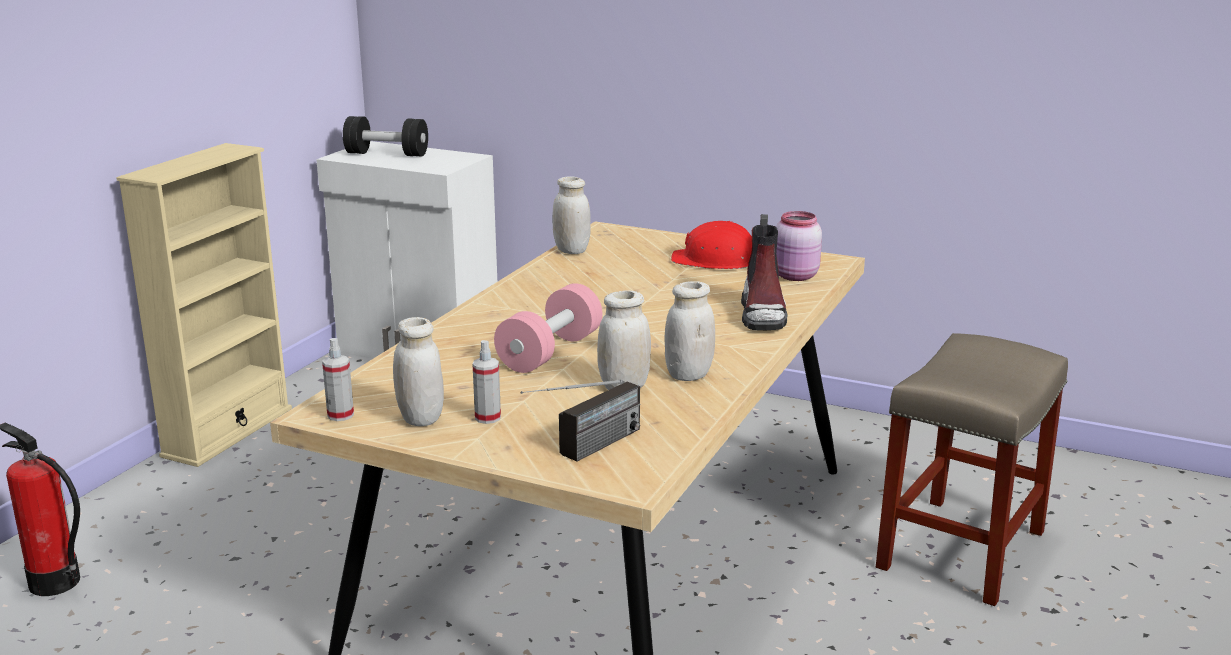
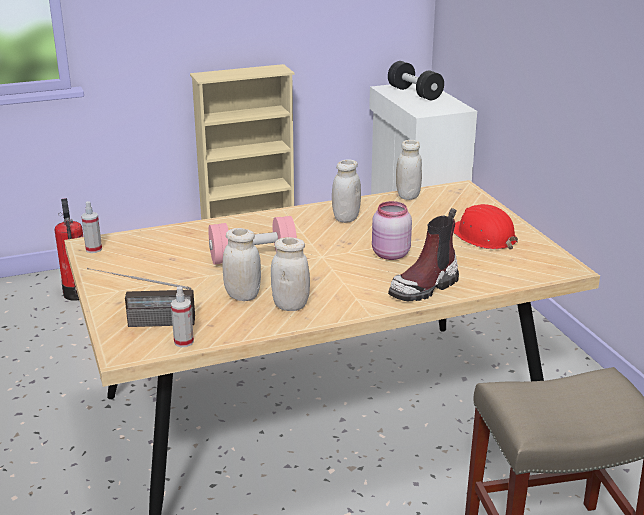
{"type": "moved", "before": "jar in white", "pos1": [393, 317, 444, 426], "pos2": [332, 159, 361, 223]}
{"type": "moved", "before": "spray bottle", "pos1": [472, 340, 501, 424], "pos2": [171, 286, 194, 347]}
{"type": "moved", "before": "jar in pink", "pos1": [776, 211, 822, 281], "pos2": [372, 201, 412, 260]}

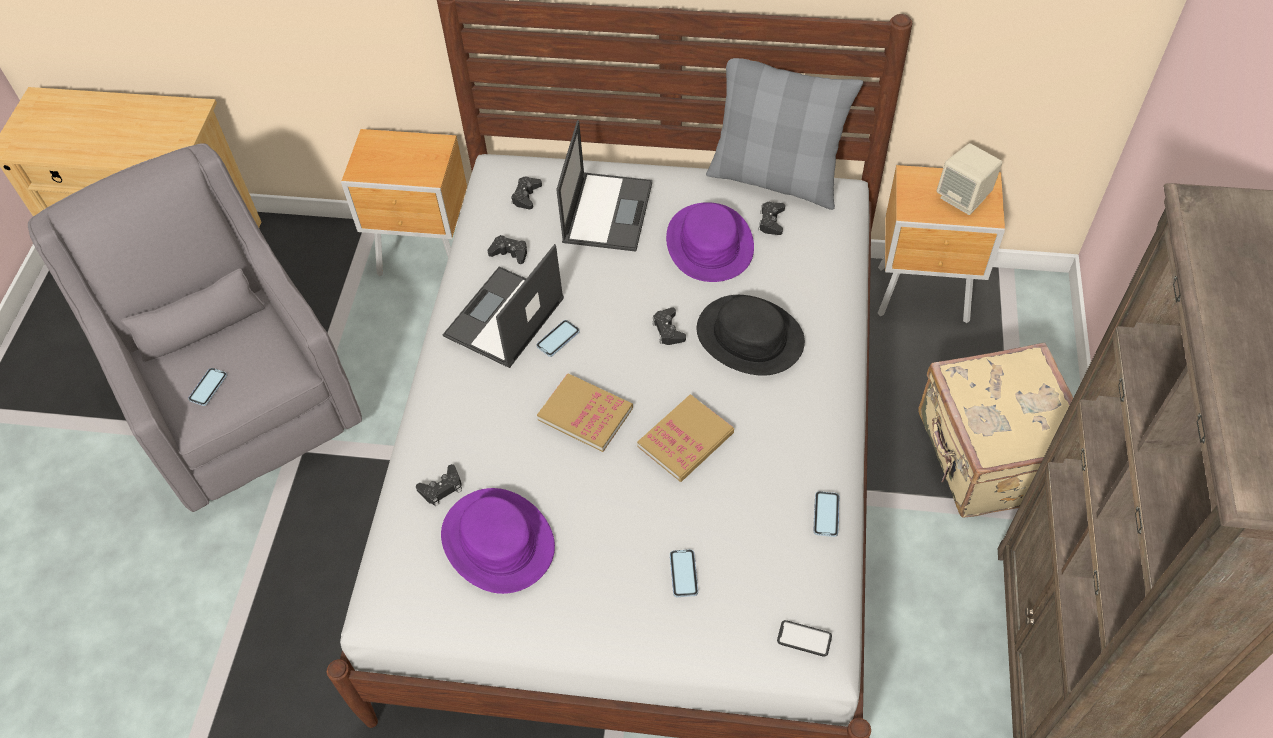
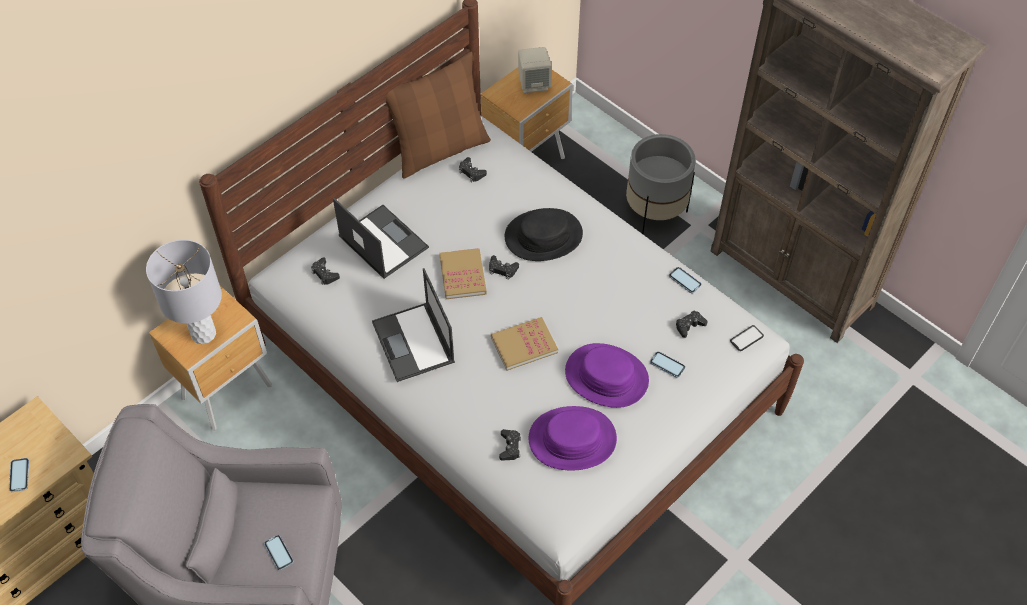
{"type": "moved", "before": "game controller in black", "pos1": [487, 235, 527, 264], "pos2": [676, 311, 708, 338]}
{"type": "moved", "before": "phone", "pos1": [536, 320, 580, 357], "pos2": [9, 458, 29, 492]}
{"type": "moved", "before": "book", "pos1": [637, 394, 734, 482], "pos2": [440, 248, 487, 299]}
{"type": "moved", "before": "hat in purple", "pos1": [666, 202, 754, 282], "pos2": [565, 343, 649, 408]}
{"type": "recoloured", "before": "pillow in grey", "after": "pillow in brown", "pos1": [706, 58, 863, 210], "pos2": [386, 51, 491, 178]}
{"type": "replaced", "before": "suitcase in beige", "after": "planter in grey", "pos1": [918, 342, 1073, 518], "pos2": [626, 134, 696, 235]}
{"type": "added", "after": "table lamp in grey", "pos2": [146, 240, 222, 344]}

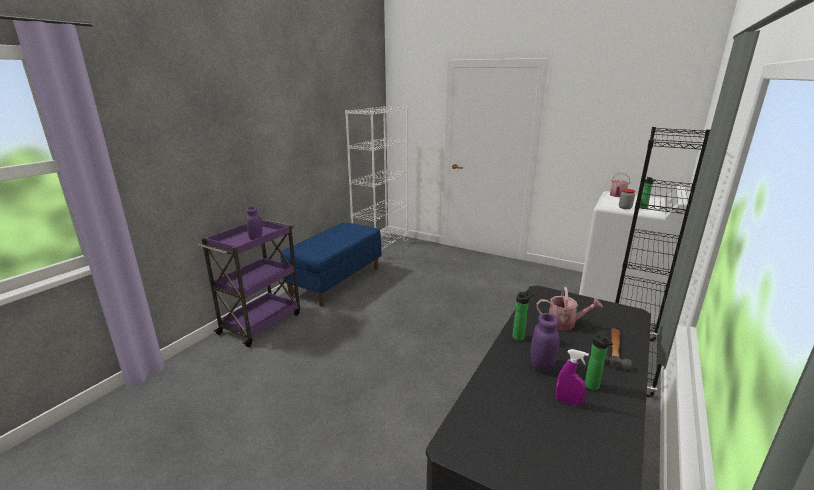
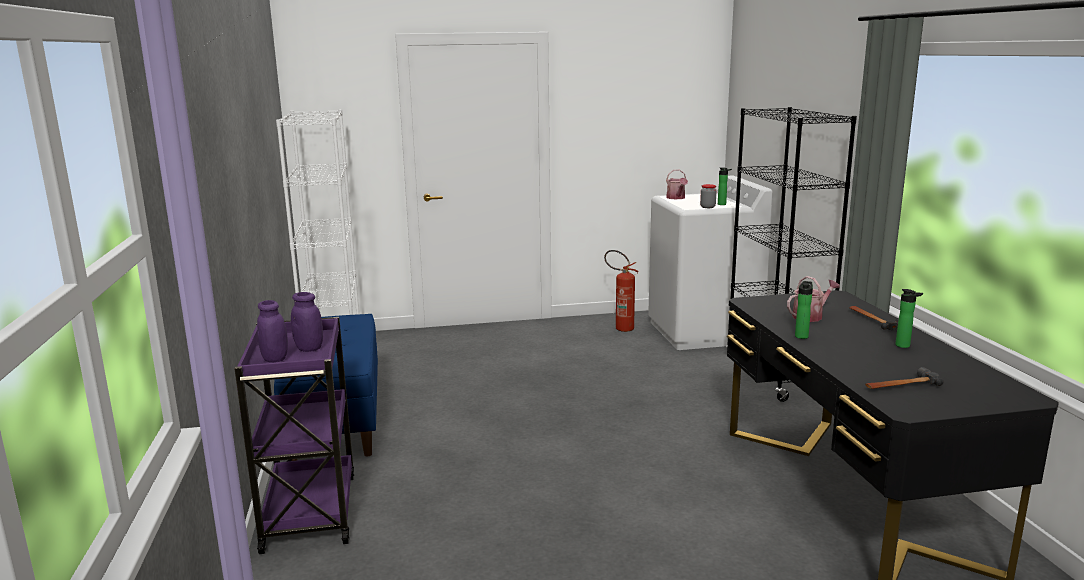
{"type": "moved", "before": "jar in purple", "pos1": [530, 313, 559, 372], "pos2": [257, 300, 288, 362]}
{"type": "removed", "before": "spray bottle in purple", "pos1": [556, 349, 589, 406]}
{"type": "added", "after": "fire extinguisher", "pos2": [604, 250, 639, 332]}
{"type": "added", "after": "hammer", "pos2": [865, 367, 944, 389]}

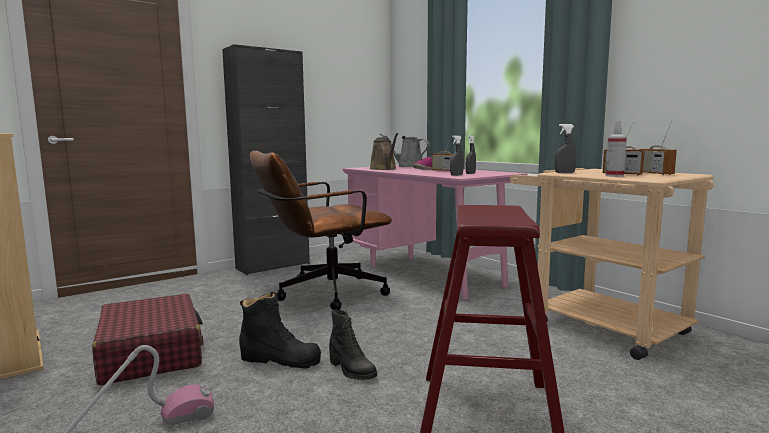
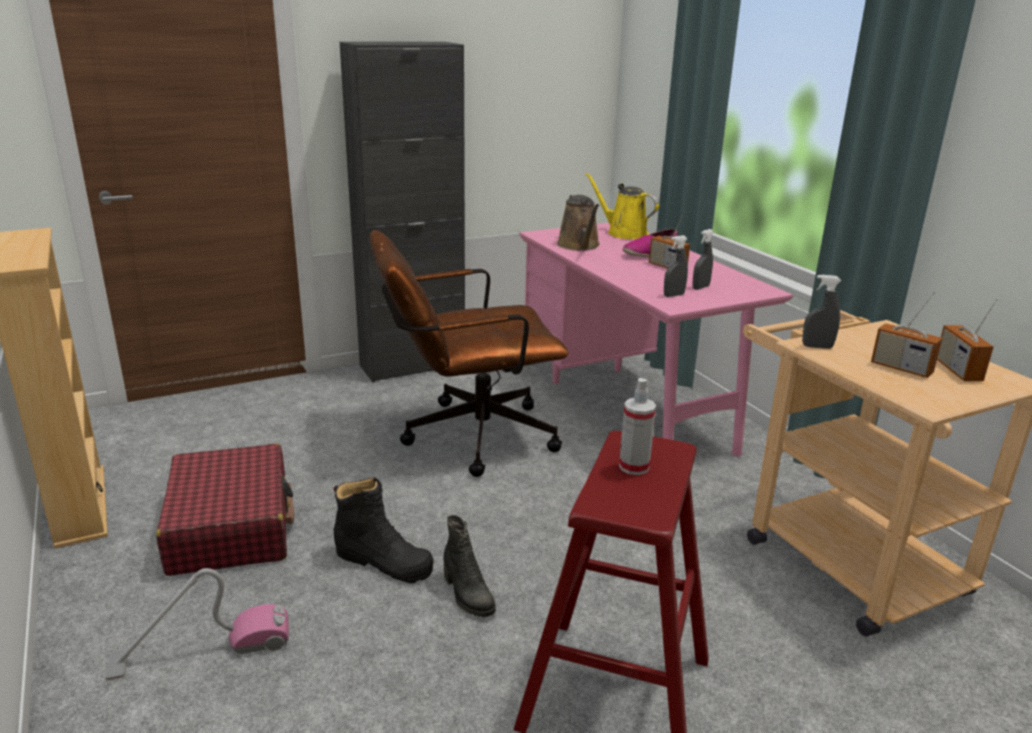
{"type": "recoloured", "before": "watering can in grey", "after": "watering can in yellow", "pos1": [379, 133, 429, 167], "pos2": [585, 173, 659, 239]}
{"type": "moved", "before": "spray bottle", "pos1": [606, 121, 627, 177], "pos2": [619, 378, 656, 475]}

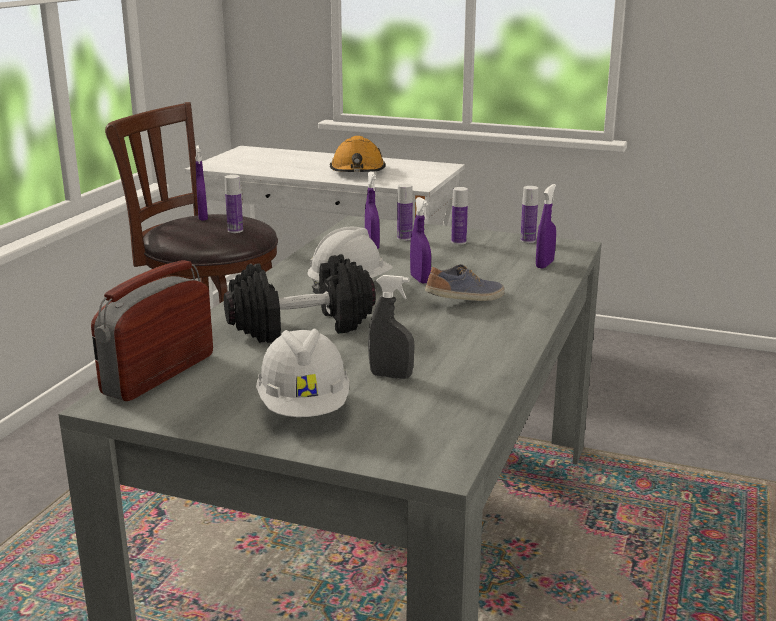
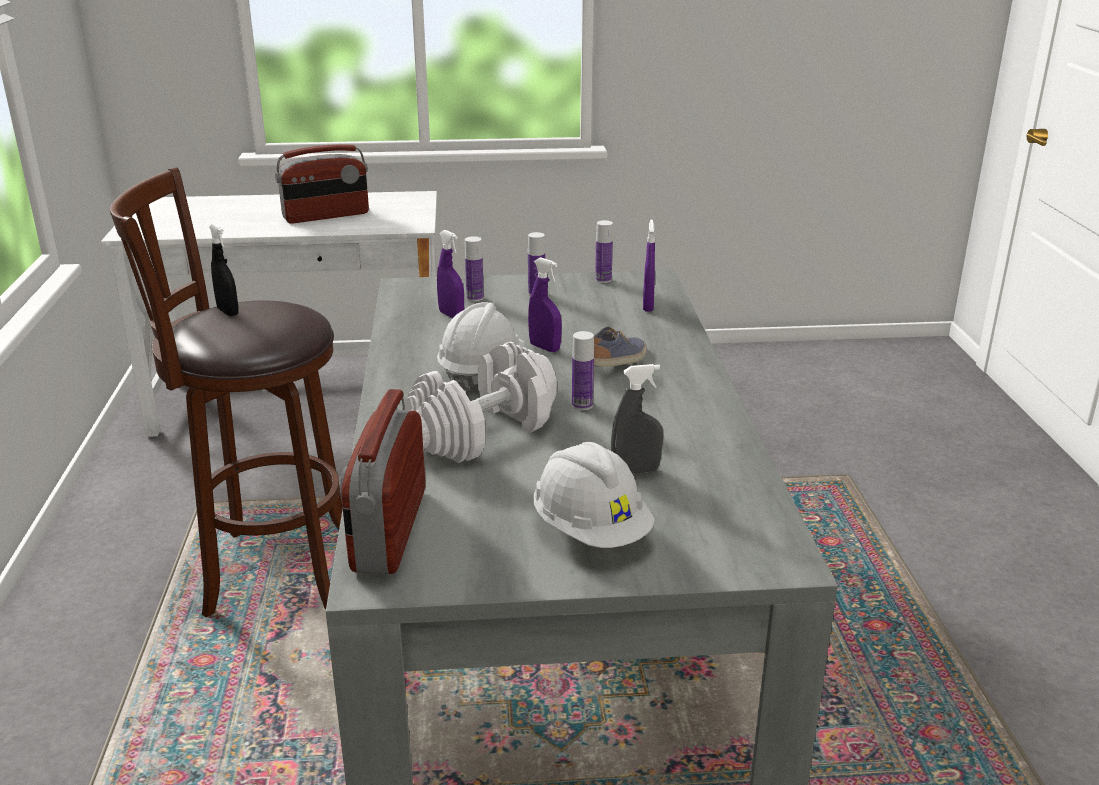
{"type": "recoloured", "before": "spray bottle in purple", "after": "spray bottle in black", "pos1": [195, 145, 208, 221], "pos2": [209, 224, 239, 316]}
{"type": "recoloured", "before": "dumbbell in black", "after": "dumbbell in white", "pos1": [224, 254, 376, 343], "pos2": [401, 342, 557, 463]}
{"type": "moved", "before": "bottle", "pos1": [225, 175, 243, 233], "pos2": [572, 331, 594, 410]}
{"type": "replaced", "before": "hard hat in orange", "after": "radio", "pos1": [330, 136, 386, 172], "pos2": [275, 145, 369, 224]}

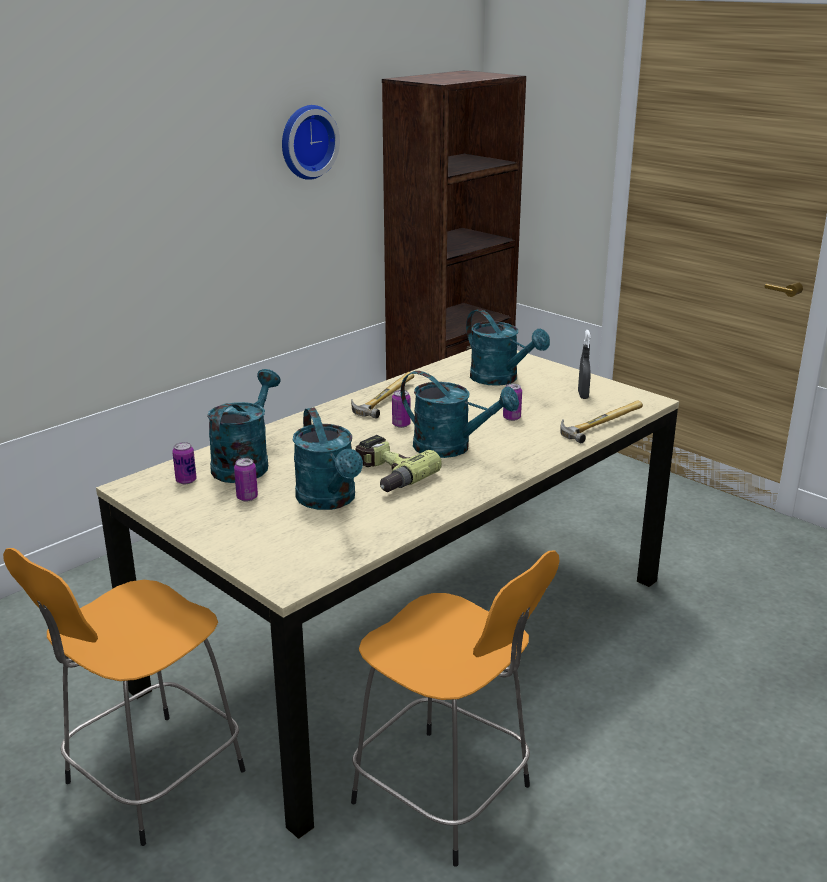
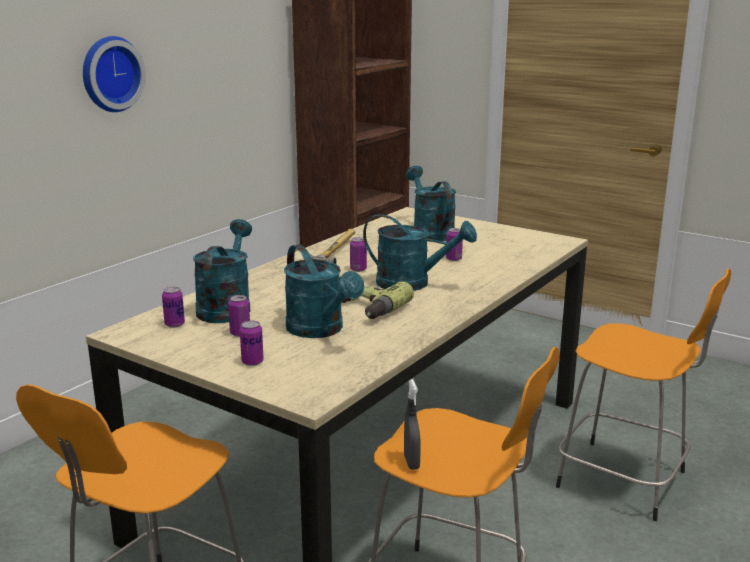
{"type": "moved", "before": "wall clock", "pos1": [282, 105, 340, 180], "pos2": [83, 36, 146, 112]}
{"type": "turned", "before": "watering can in turquoise", "pos1": [466, 309, 550, 386], "pos2": [406, 166, 456, 242], "turn": -150}
{"type": "removed", "before": "hammer", "pos1": [560, 400, 643, 443]}
{"type": "moved", "before": "spray bottle in grey", "pos1": [578, 330, 591, 399], "pos2": [404, 379, 421, 470]}
{"type": "added", "after": "can", "pos2": [240, 321, 264, 366]}
{"type": "added", "after": "stool in orange", "pos2": [556, 268, 731, 521]}

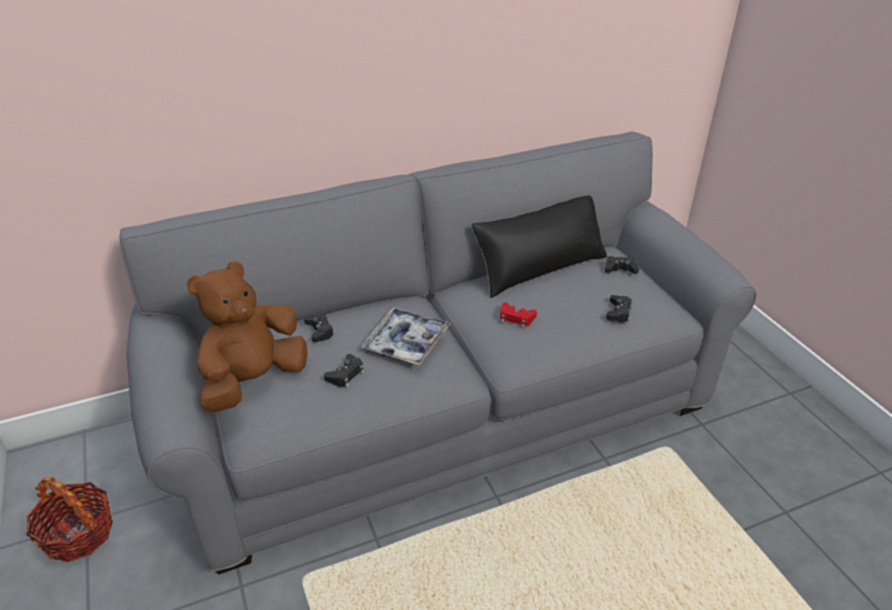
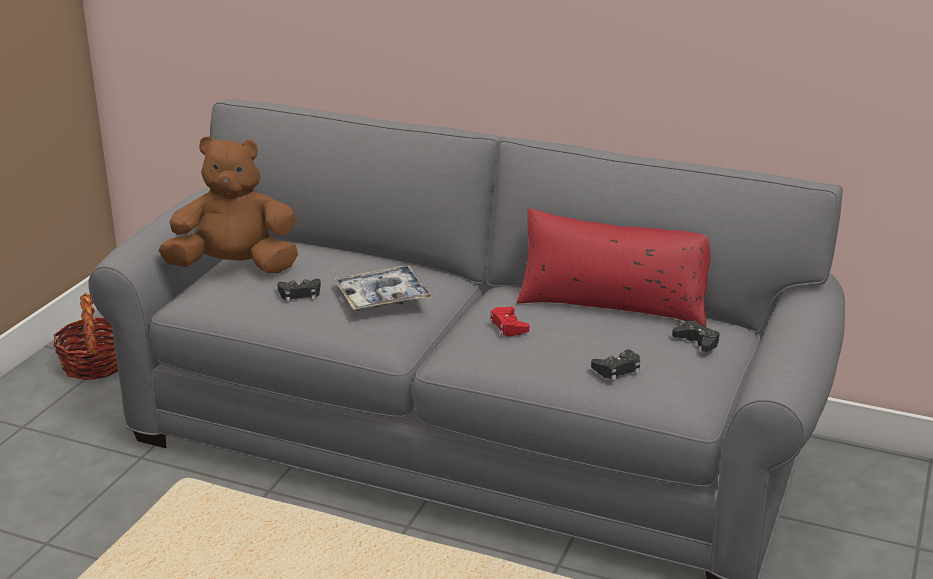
{"type": "removed", "before": "game controller in black", "pos1": [304, 312, 335, 342]}
{"type": "recoloured", "before": "pillow in black", "after": "pillow in red", "pos1": [472, 195, 607, 298], "pos2": [516, 208, 710, 327]}

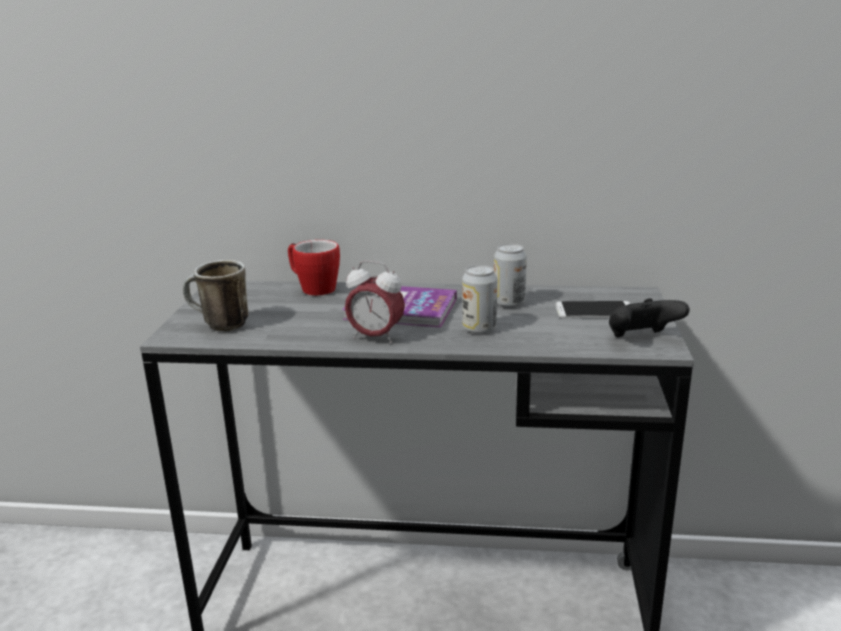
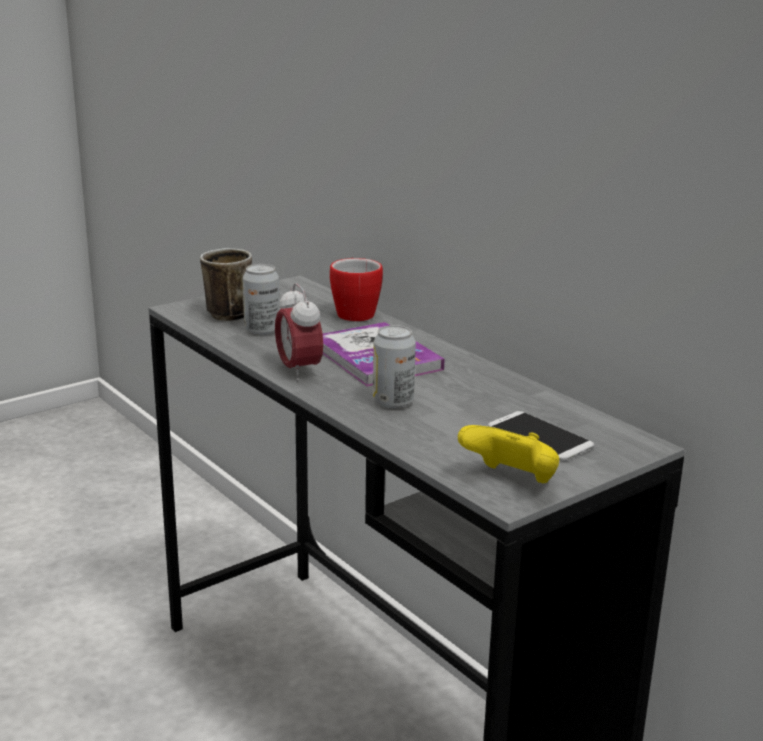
{"type": "moved", "before": "can", "pos1": [494, 244, 527, 308], "pos2": [243, 264, 280, 335]}
{"type": "recoloured", "before": "game controller in black", "after": "game controller in yellow", "pos1": [609, 298, 690, 337], "pos2": [458, 425, 559, 483]}

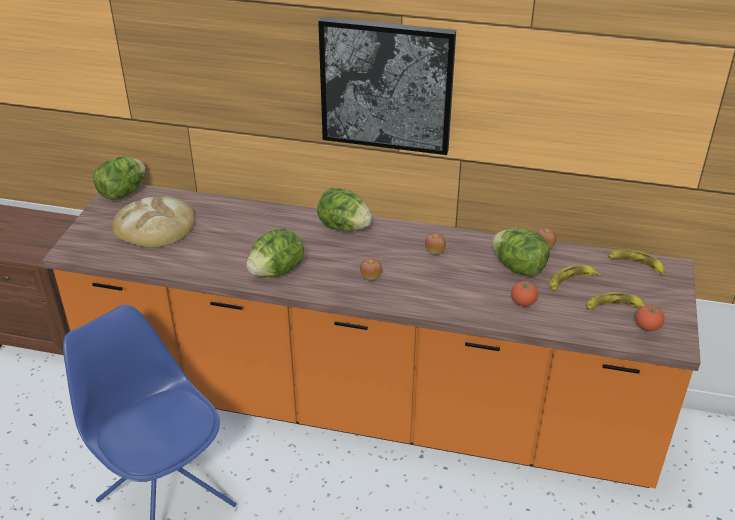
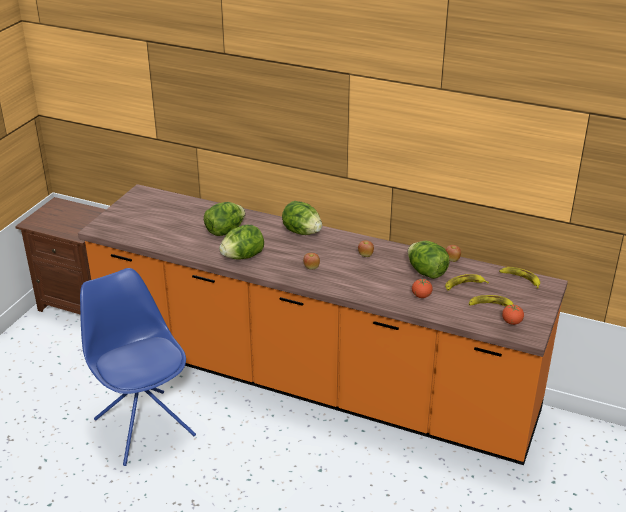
{"type": "moved", "before": "lettuce", "pos1": [93, 156, 146, 200], "pos2": [204, 202, 245, 236]}
{"type": "removed", "before": "bread", "pos1": [112, 196, 195, 248]}
{"type": "removed", "before": "picture", "pos1": [318, 17, 456, 155]}

